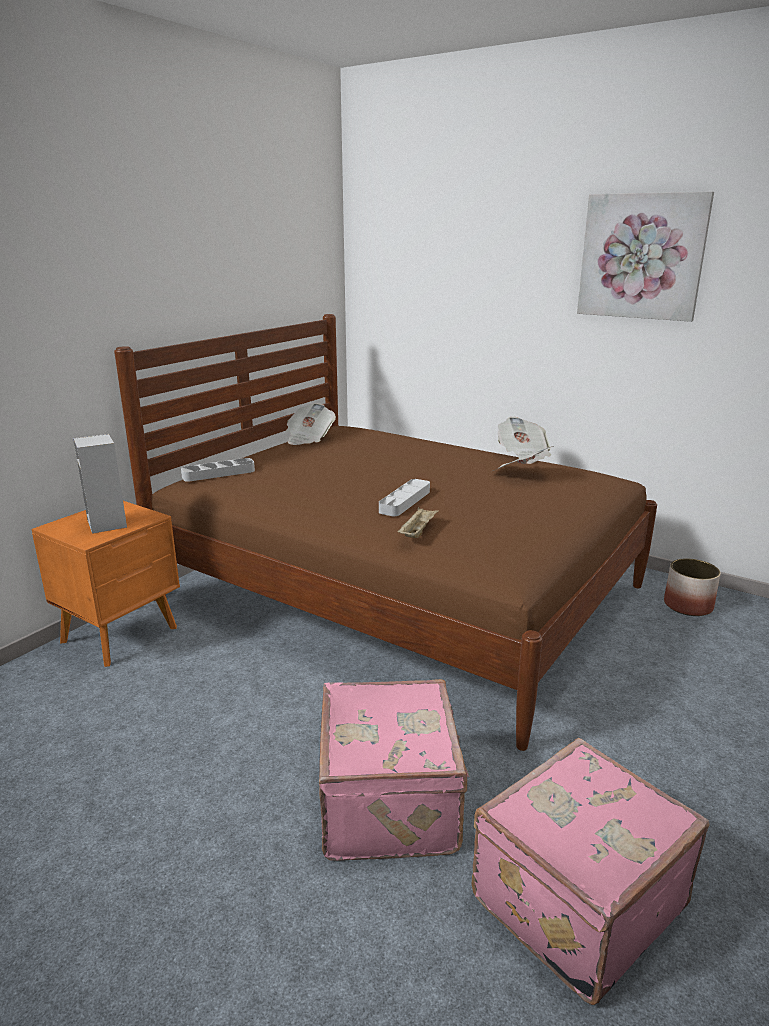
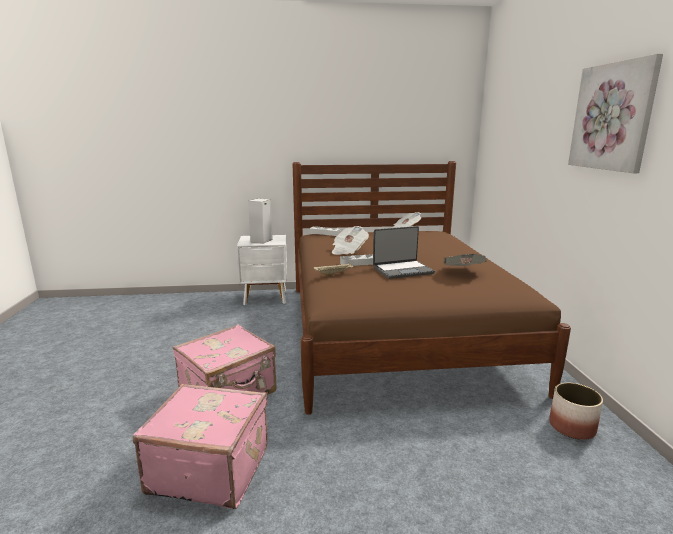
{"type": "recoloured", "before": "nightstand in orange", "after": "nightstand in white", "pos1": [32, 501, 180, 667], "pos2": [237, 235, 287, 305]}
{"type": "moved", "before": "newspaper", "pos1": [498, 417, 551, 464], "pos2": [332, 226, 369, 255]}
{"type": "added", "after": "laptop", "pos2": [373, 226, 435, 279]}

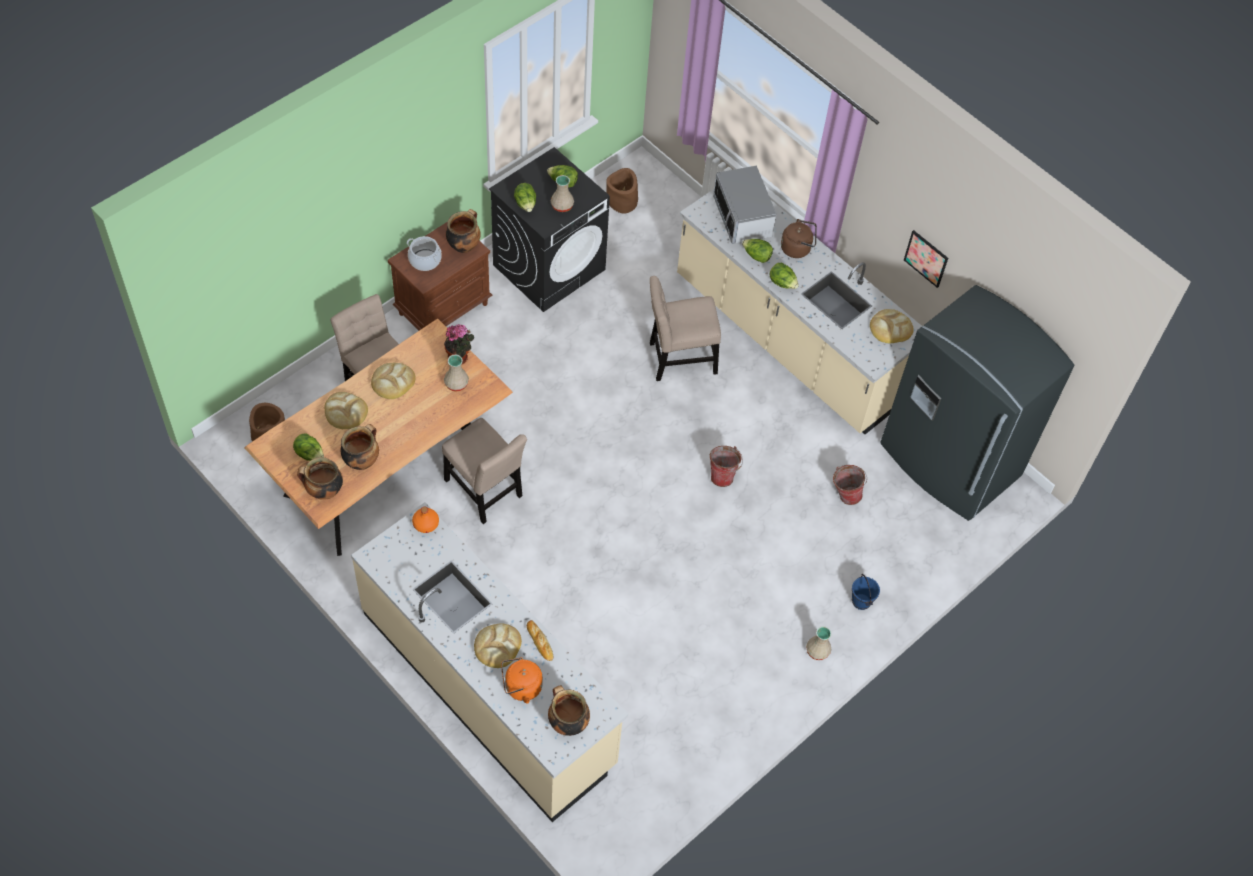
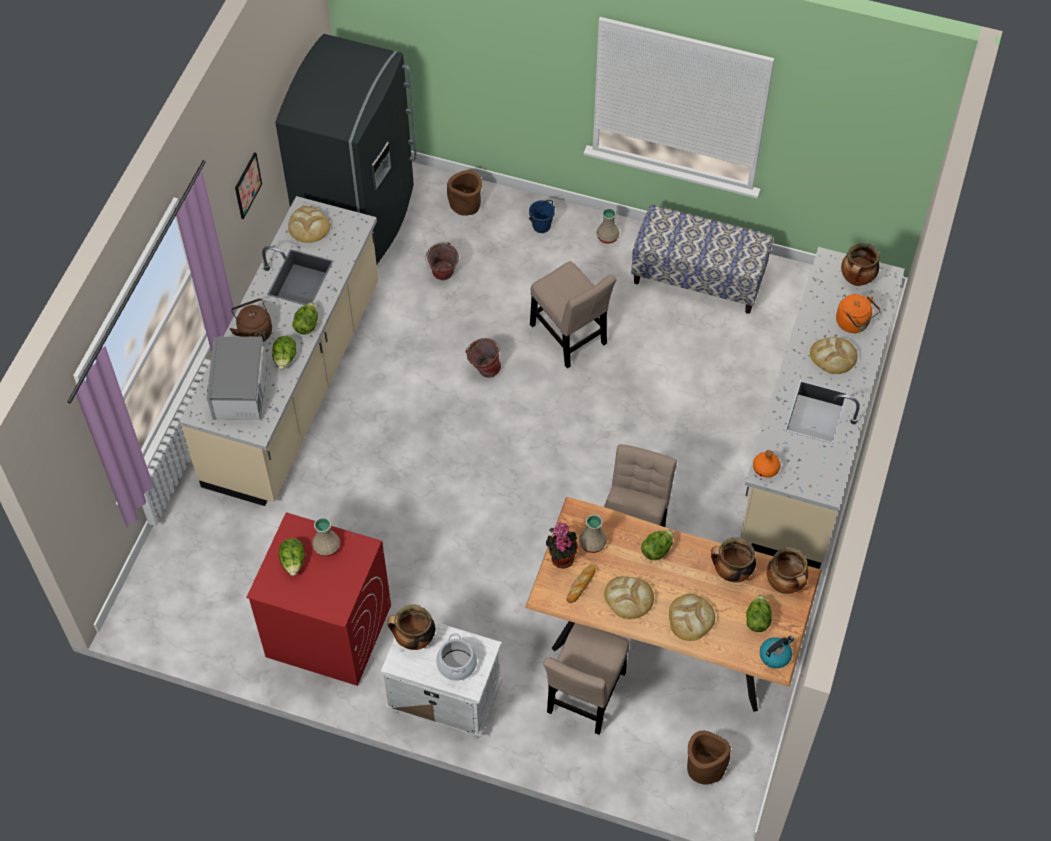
{"type": "recoloured", "before": "nightstand in brown", "after": "nightstand in white", "pos1": [388, 222, 492, 331], "pos2": [381, 622, 503, 739]}
{"type": "recoloured", "before": "washing machine in black", "after": "washing machine in red", "pos1": [489, 147, 610, 312], "pos2": [246, 512, 391, 686]}
{"type": "moved", "before": "lettuce", "pos1": [514, 183, 536, 212], "pos2": [641, 530, 674, 560]}
{"type": "moved", "before": "bread", "pos1": [527, 620, 553, 661], "pos2": [567, 564, 596, 603]}
{"type": "moved", "before": "planter in brown", "pos1": [606, 168, 638, 214], "pos2": [447, 170, 482, 216]}
{"type": "moved", "before": "chair in beige", "pos1": [650, 276, 721, 381], "pos2": [530, 261, 616, 368]}
{"type": "turned", "before": "microwave", "pos1": [713, 166, 776, 244], "pos2": [207, 336, 267, 420], "turn": 135}
{"type": "added", "after": "bench", "pos2": [631, 205, 773, 314]}
{"type": "added", "after": "kettle", "pos2": [760, 636, 794, 668]}

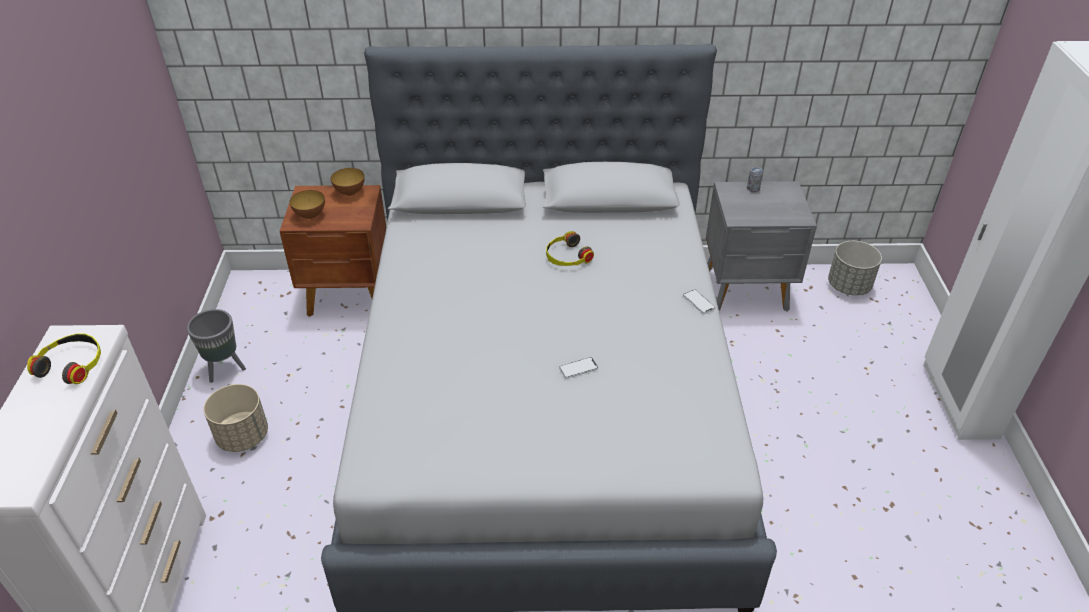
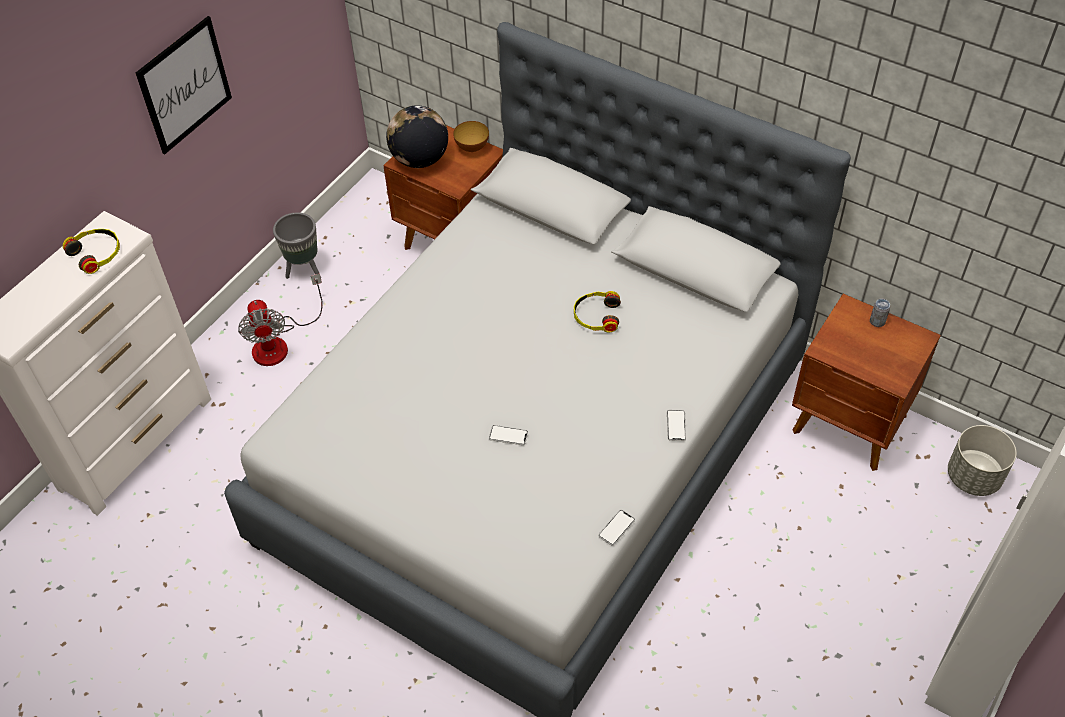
{"type": "replaced", "before": "planter in beige", "after": "fan", "pos1": [204, 384, 268, 452], "pos2": [238, 274, 323, 366]}
{"type": "replaced", "before": "bowl", "after": "globe", "pos1": [289, 190, 325, 219], "pos2": [386, 105, 448, 168]}
{"type": "recoloured", "before": "nightstand in grey", "after": "nightstand in brown", "pos1": [706, 181, 817, 312], "pos2": [792, 294, 941, 471]}
{"type": "added", "after": "picture", "pos2": [136, 16, 232, 154]}
{"type": "added", "after": "phone", "pos2": [598, 510, 635, 546]}

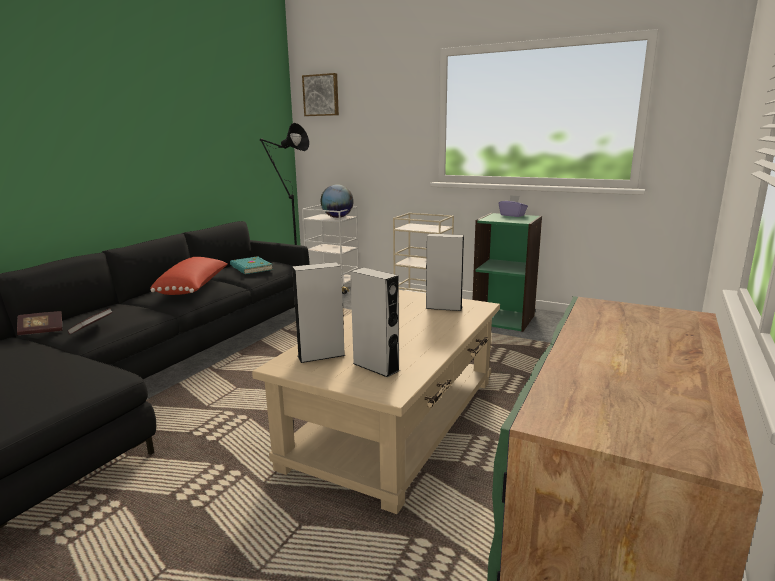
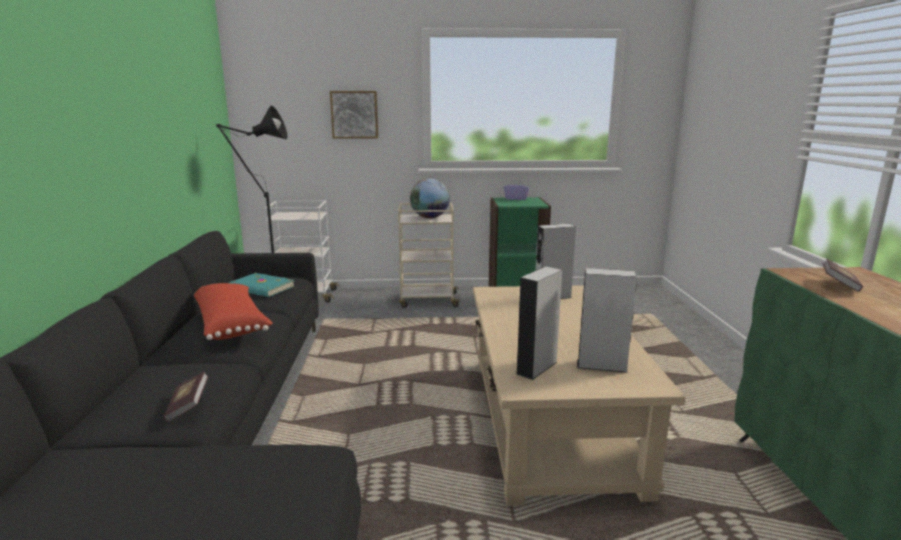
{"type": "moved", "before": "book", "pos1": [17, 311, 63, 335], "pos2": [823, 259, 863, 292]}
{"type": "moved", "before": "picture", "pos1": [302, 73, 339, 116], "pos2": [330, 91, 378, 138]}
{"type": "moved", "before": "globe", "pos1": [321, 184, 354, 218], "pos2": [410, 178, 450, 218]}

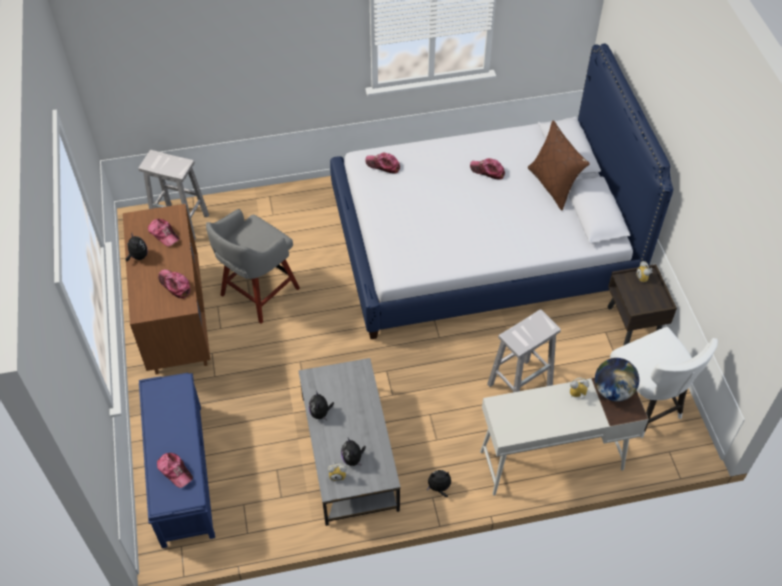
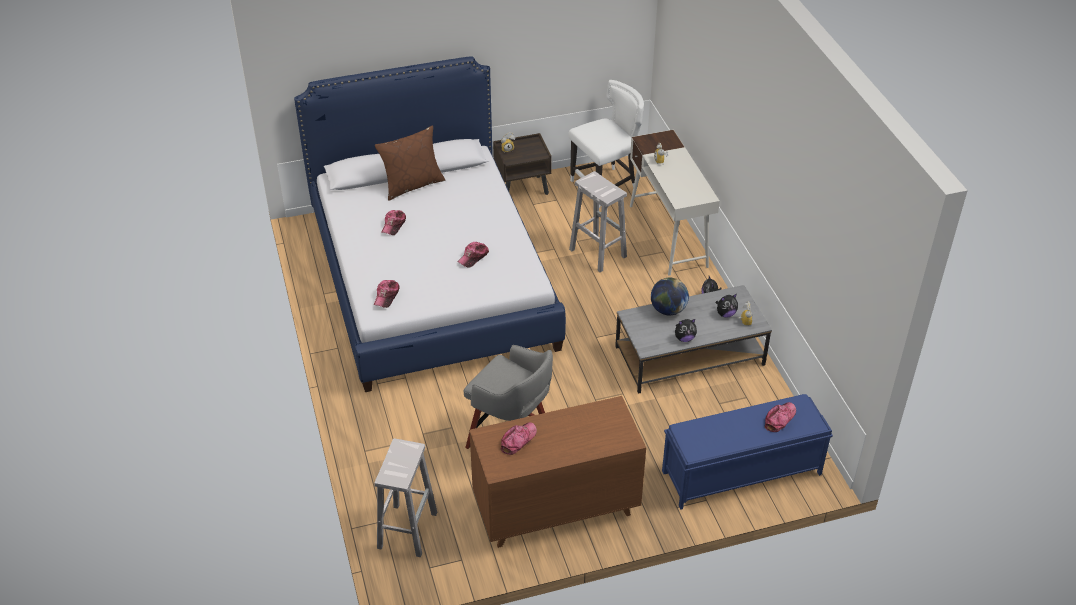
{"type": "removed", "before": "plush toy", "pos1": [126, 234, 148, 261]}
{"type": "moved", "before": "cap", "pos1": [158, 269, 190, 299], "pos2": [458, 242, 489, 268]}
{"type": "moved", "before": "globe", "pos1": [595, 358, 639, 402], "pos2": [651, 278, 689, 315]}

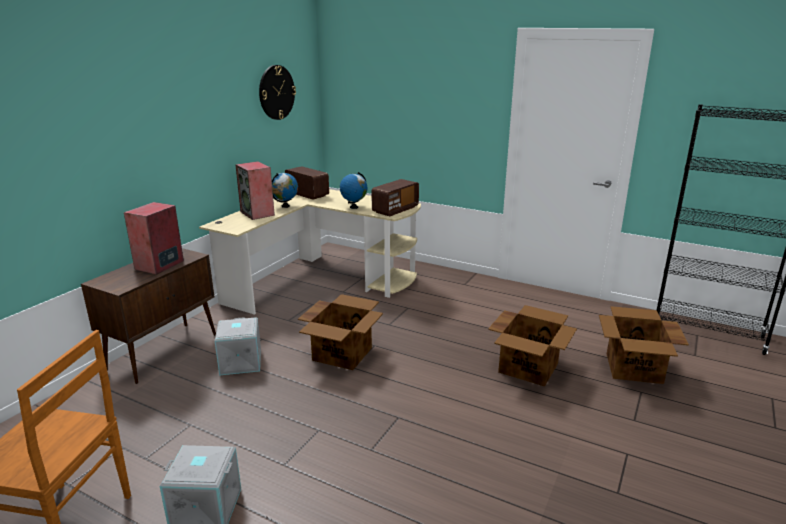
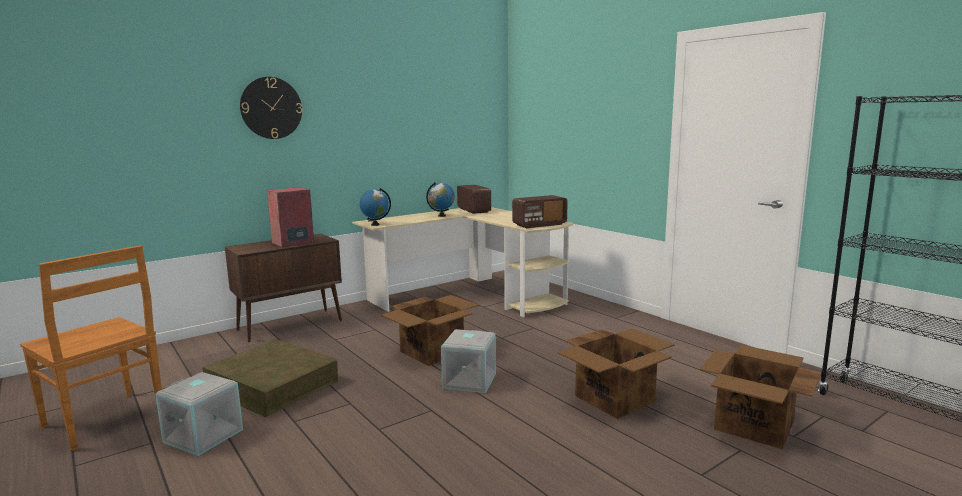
{"type": "moved", "before": "storage box in grey", "pos1": [215, 317, 261, 376], "pos2": [441, 329, 496, 393]}
{"type": "removed", "before": "speaker", "pos1": [235, 161, 275, 220]}
{"type": "moved", "before": "wall clock", "pos1": [259, 65, 296, 120], "pos2": [240, 77, 302, 139]}
{"type": "moved", "before": "globe", "pos1": [340, 172, 367, 209], "pos2": [360, 188, 391, 226]}
{"type": "added", "after": "storage box in brown", "pos2": [202, 339, 338, 417]}

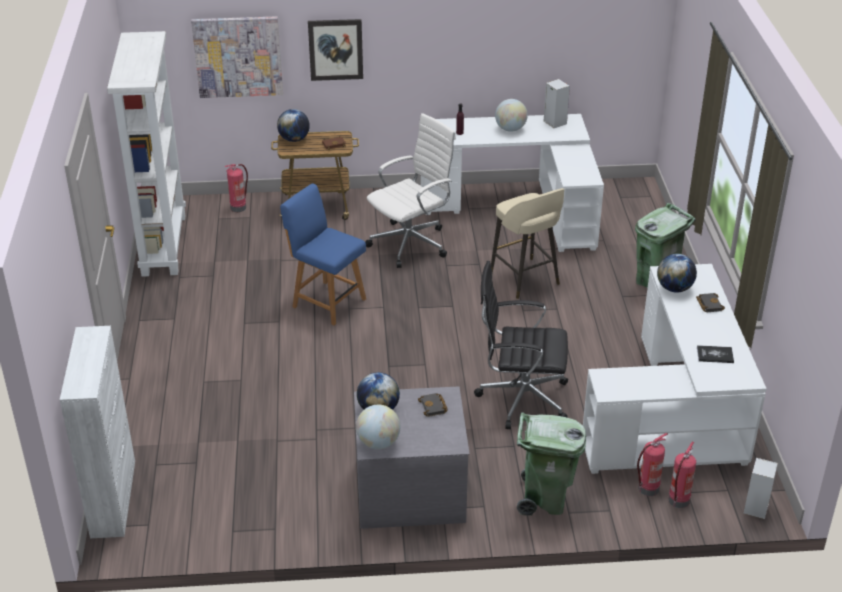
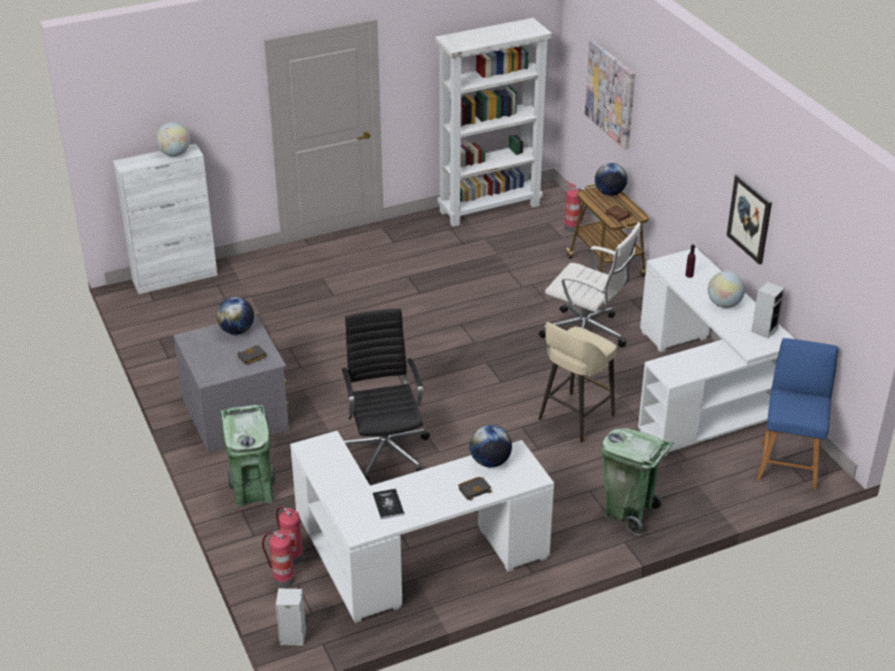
{"type": "moved", "before": "chair in blue", "pos1": [280, 184, 366, 326], "pos2": [757, 338, 838, 490]}
{"type": "moved", "before": "picture", "pos1": [308, 19, 363, 81], "pos2": [726, 174, 772, 265]}
{"type": "moved", "before": "globe", "pos1": [356, 405, 400, 449], "pos2": [156, 122, 190, 156]}

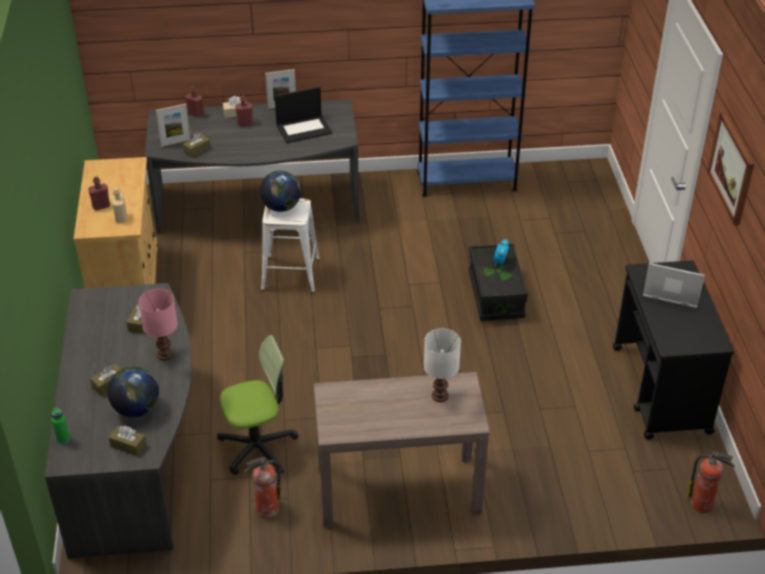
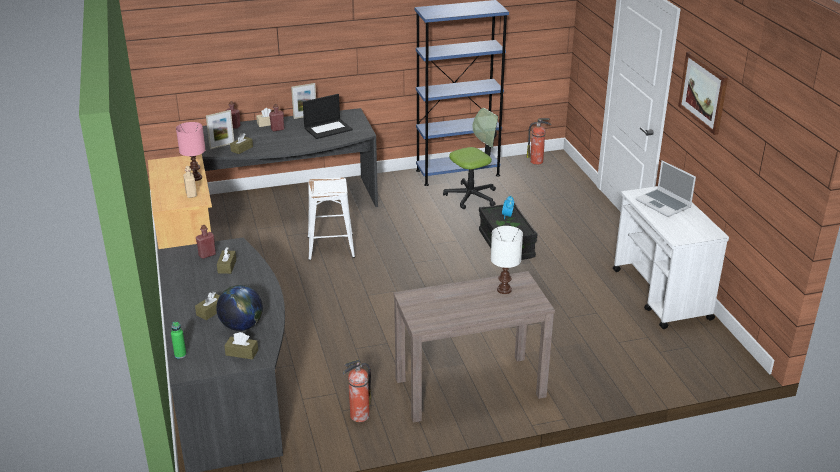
{"type": "moved", "before": "bottle in red", "pos1": [88, 176, 110, 210], "pos2": [196, 225, 216, 259]}
{"type": "moved", "before": "table lamp in pink", "pos1": [139, 289, 178, 361], "pos2": [176, 122, 206, 181]}
{"type": "moved", "before": "office chair", "pos1": [217, 335, 299, 475], "pos2": [443, 108, 498, 209]}
{"type": "removed", "before": "globe", "pos1": [260, 171, 301, 212]}
{"type": "recoloured", "before": "cart in black", "after": "cart in white", "pos1": [613, 260, 734, 440], "pos2": [613, 186, 729, 329]}
{"type": "turned", "before": "laptop", "pos1": [643, 263, 704, 308], "pos2": [635, 160, 696, 217], "turn": -135}
{"type": "moved", "before": "fire extinguisher", "pos1": [686, 451, 735, 513], "pos2": [527, 118, 551, 165]}

